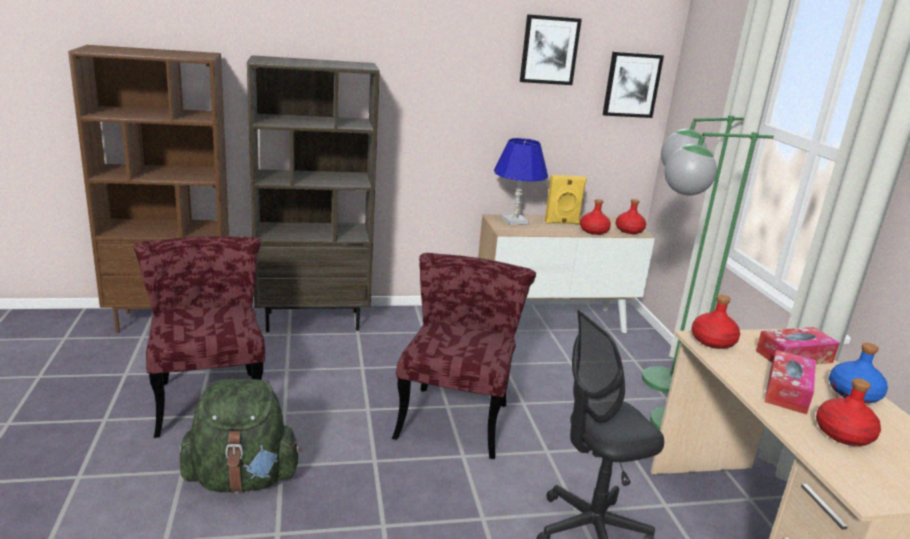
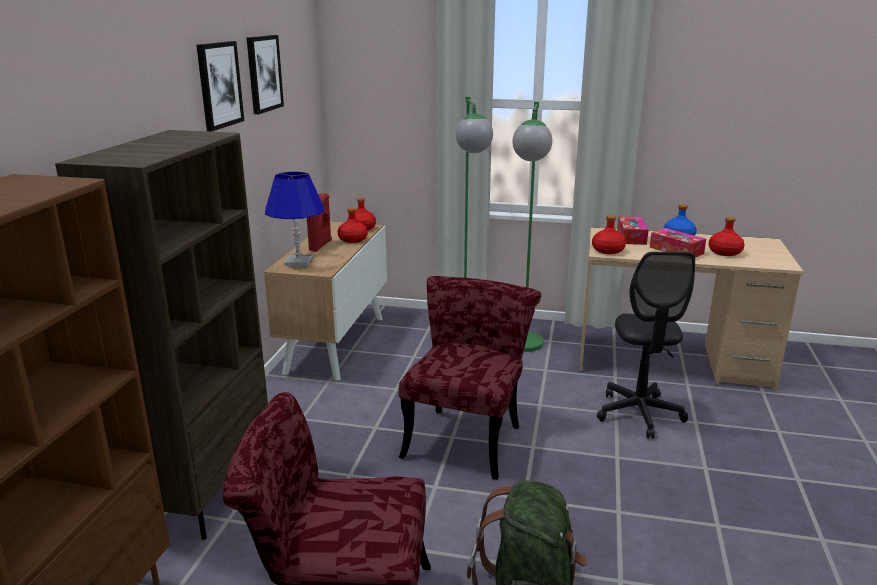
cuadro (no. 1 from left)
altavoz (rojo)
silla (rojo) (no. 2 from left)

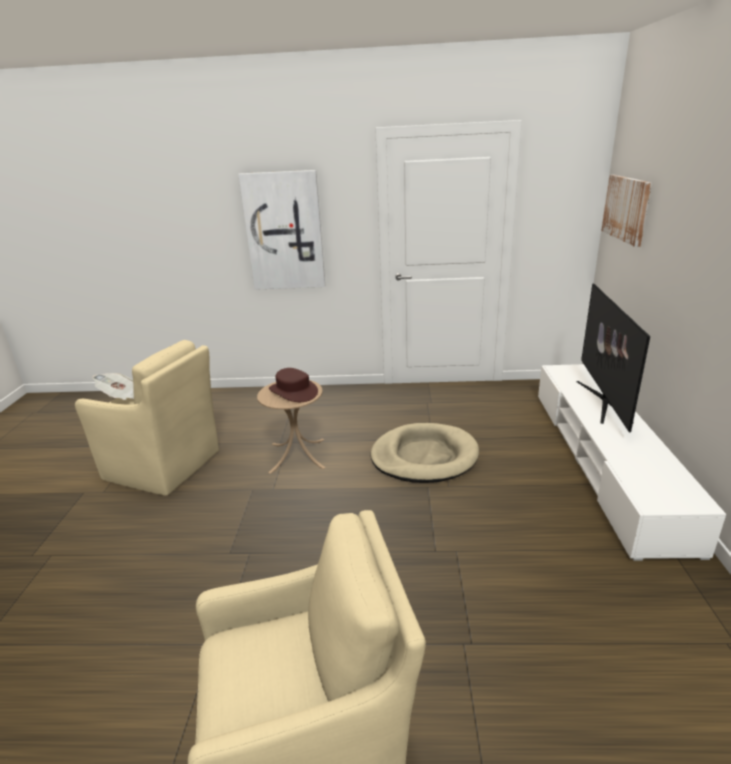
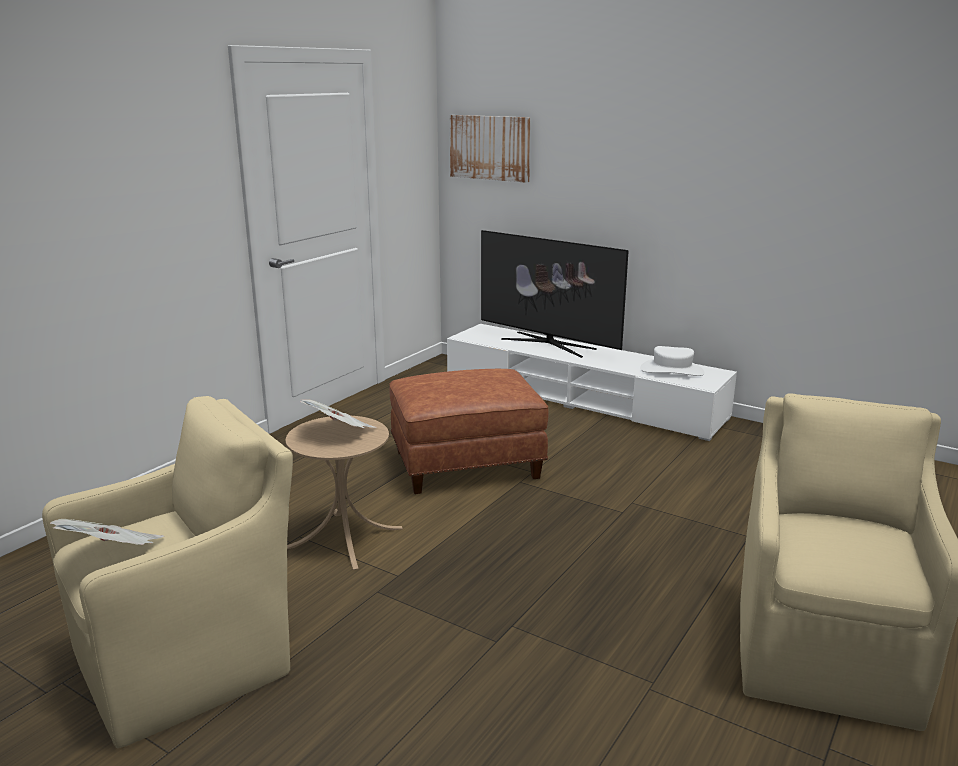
cuadro (no. 1 from left in the first image)
sombrero (blanco)
periódico (no. 2 from left)
puf (marrón)

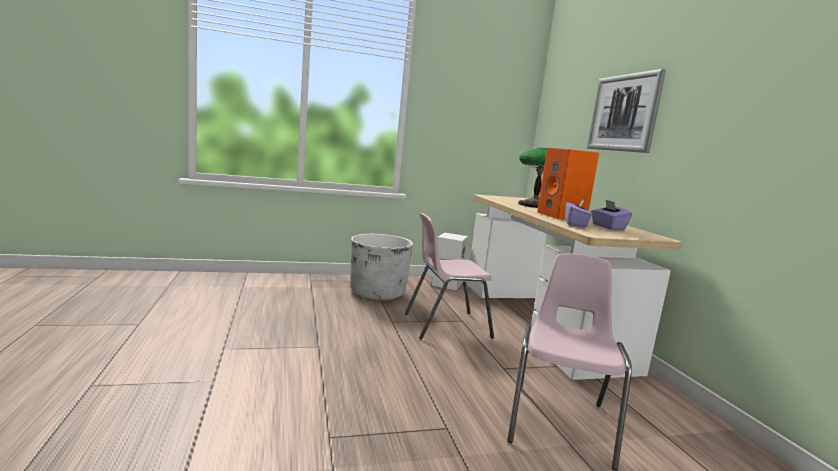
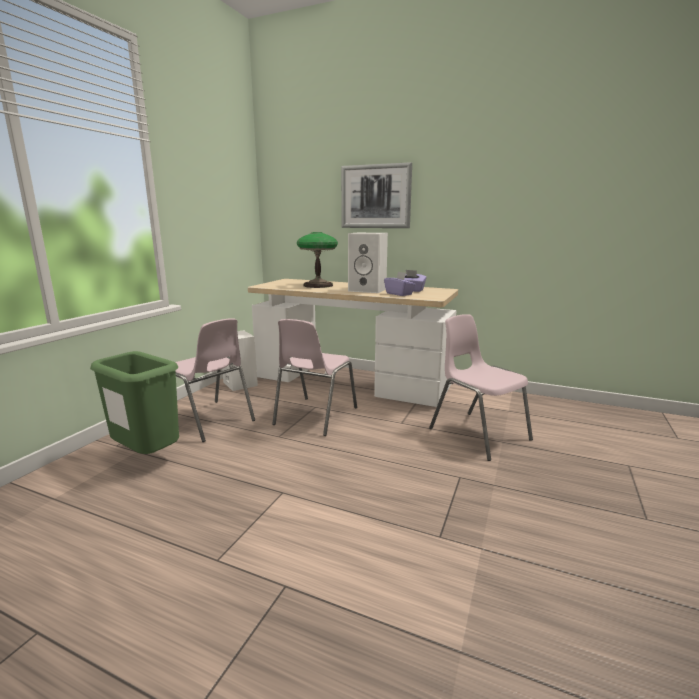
papelera (verde)
silla (rosa) (no. 1 from left)
altavoz (blanco) (no. 2 from left)

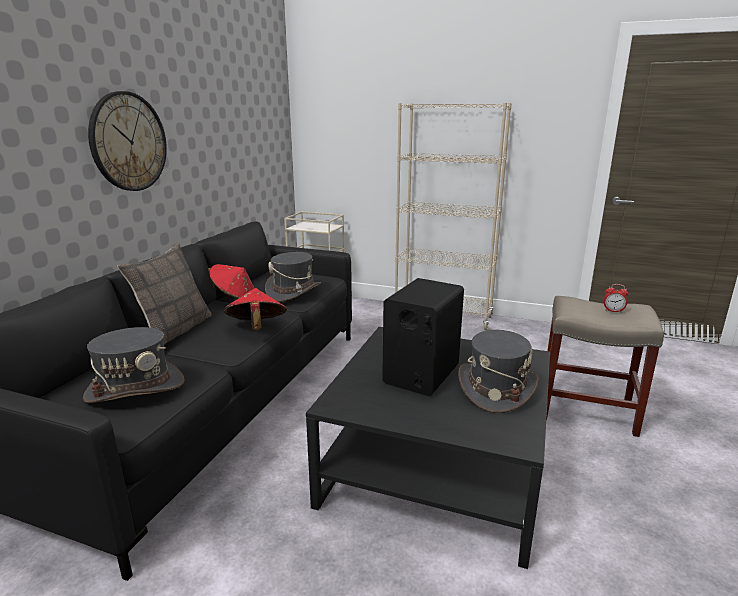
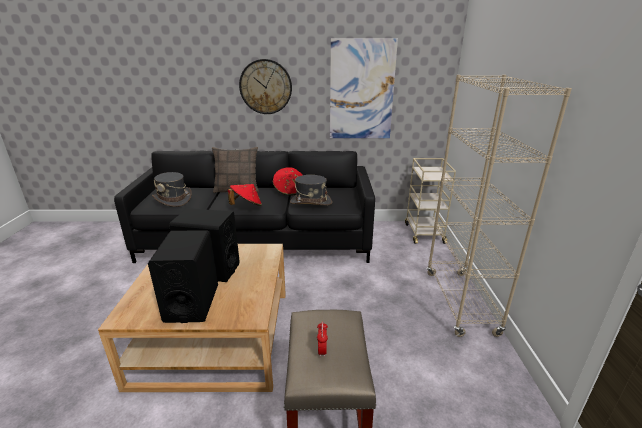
cuadro
altavoz (negro) (no. 1 from left)
mesa de centro (beis)

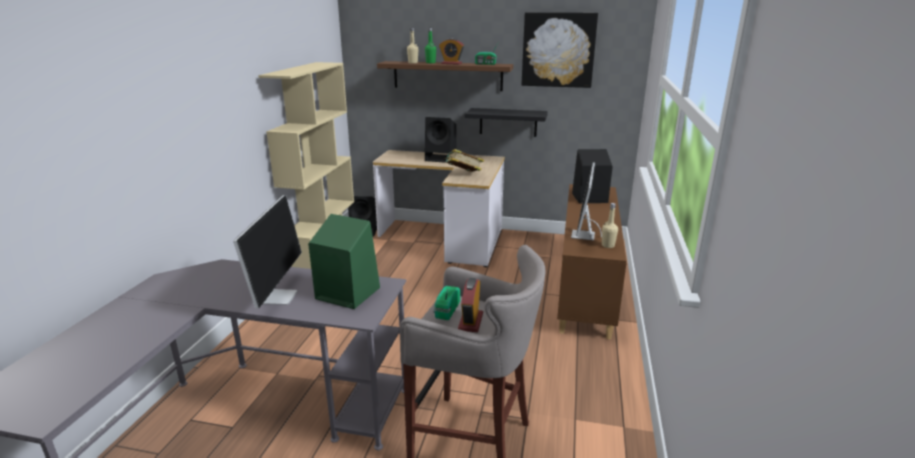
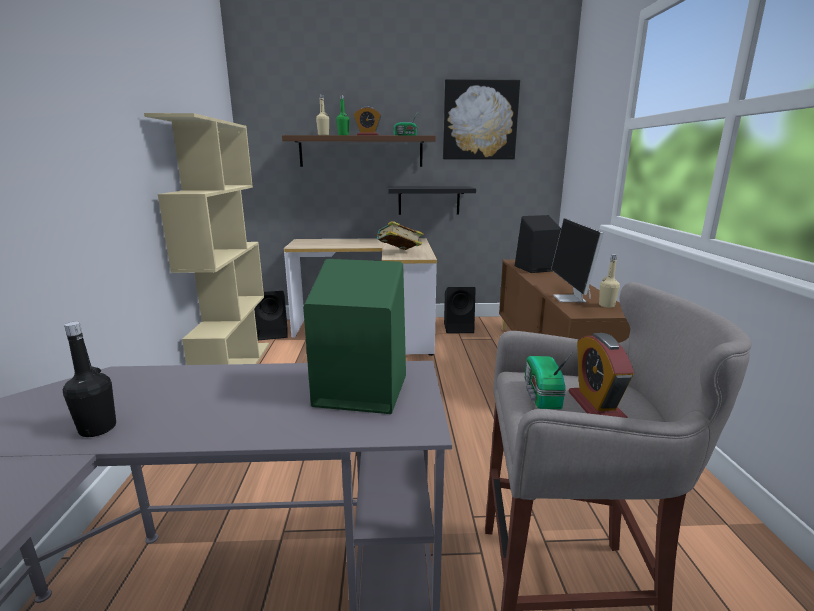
monitor (no. 1 from left in the first image)
botella (negro)
altavoz (negro) (no. 2 from left)

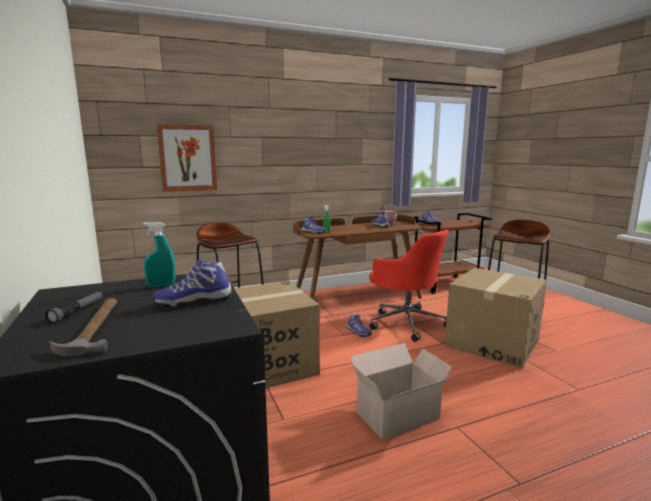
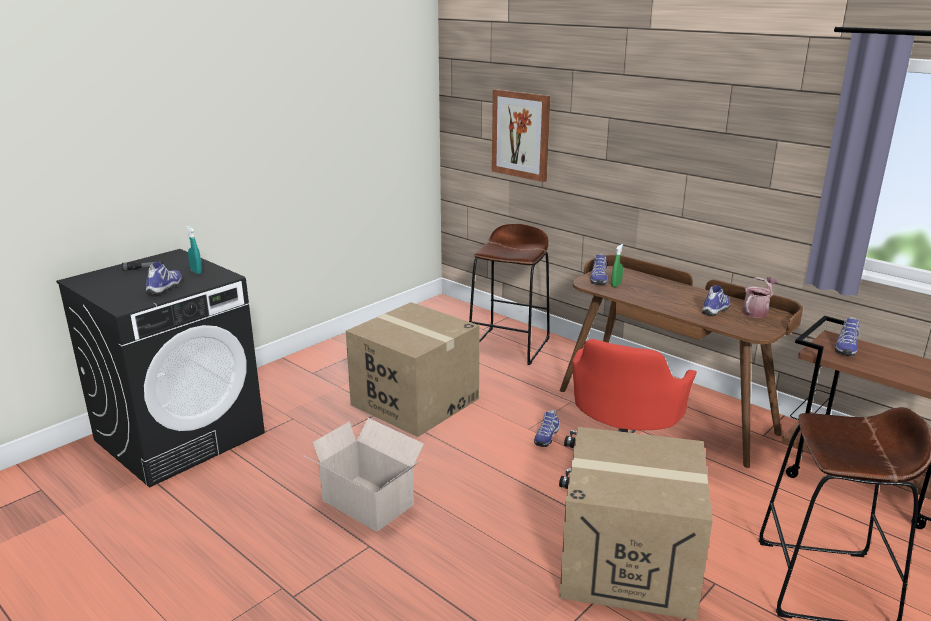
martillo
zapato (no. 1 from left)

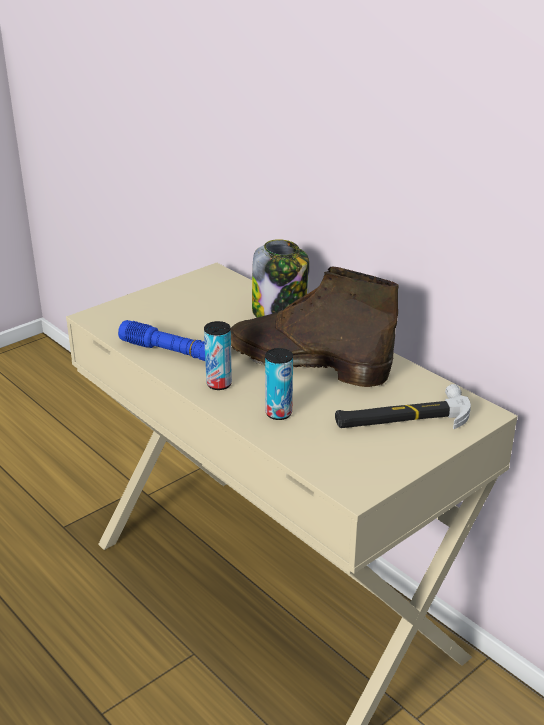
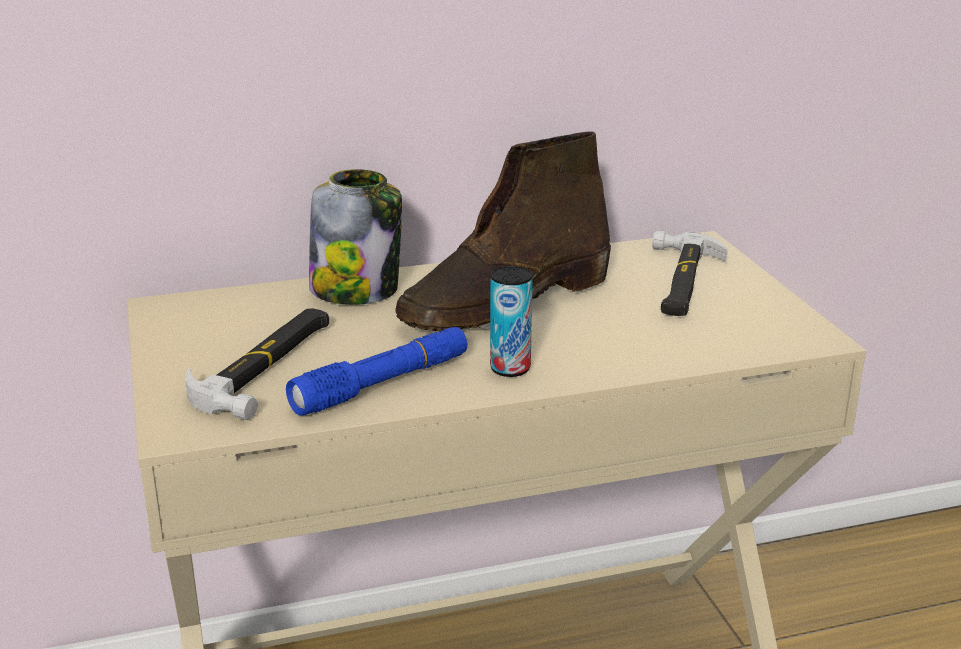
lata (no. 2 from left in the first image)
martillo (no. 1 from left)

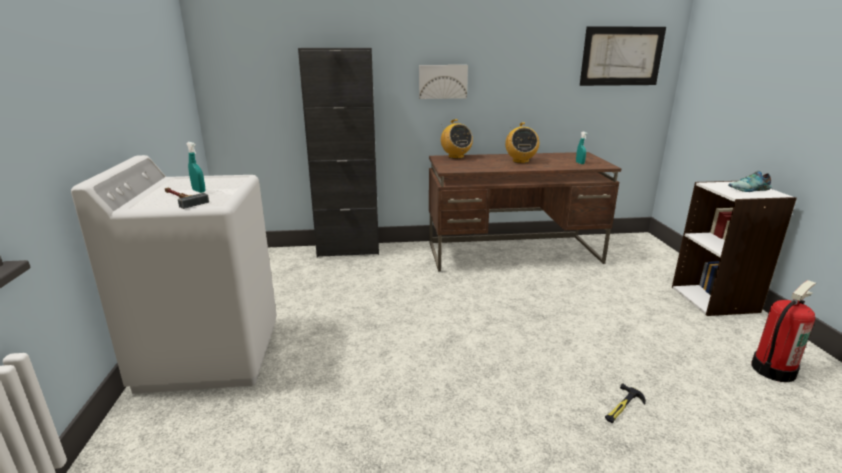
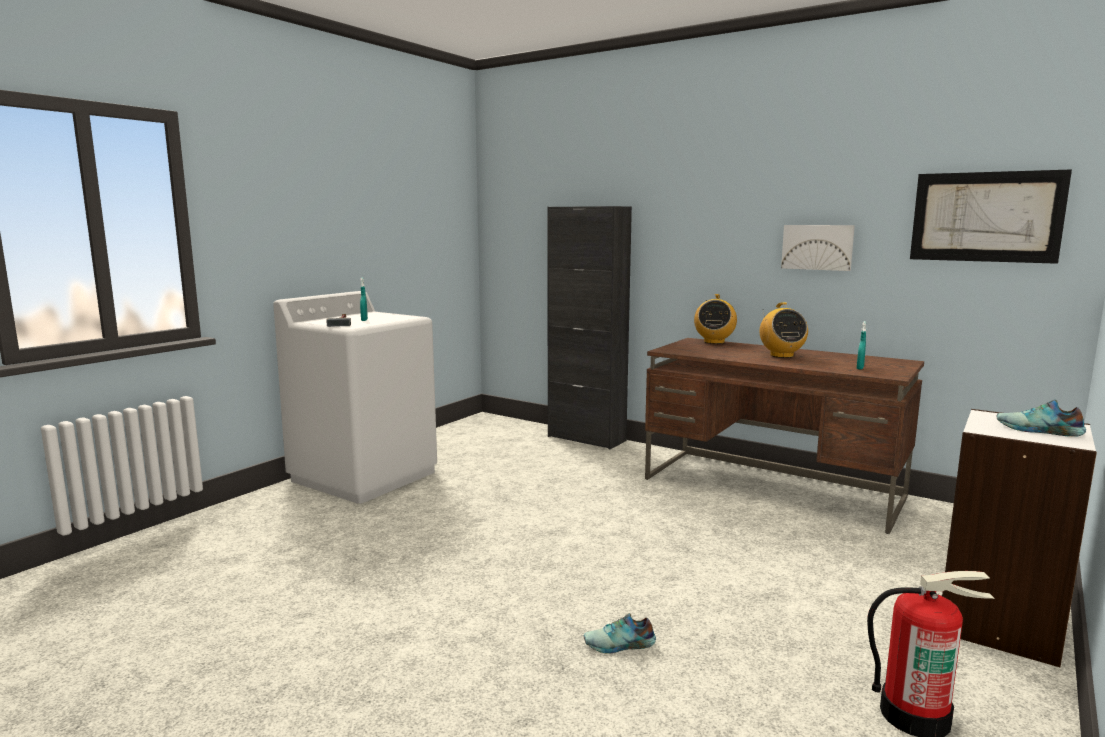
cuadro (no. 1 from left)
zapato (no. 1 from left)
radio (no. 2 from left)

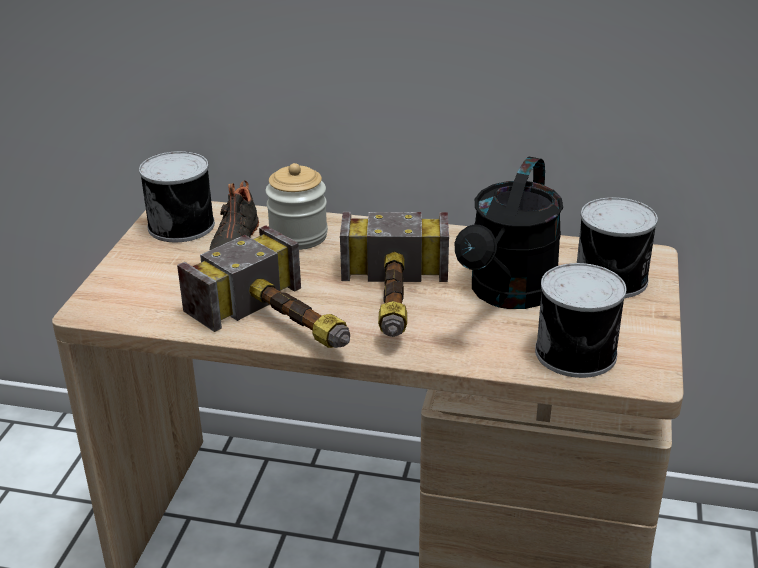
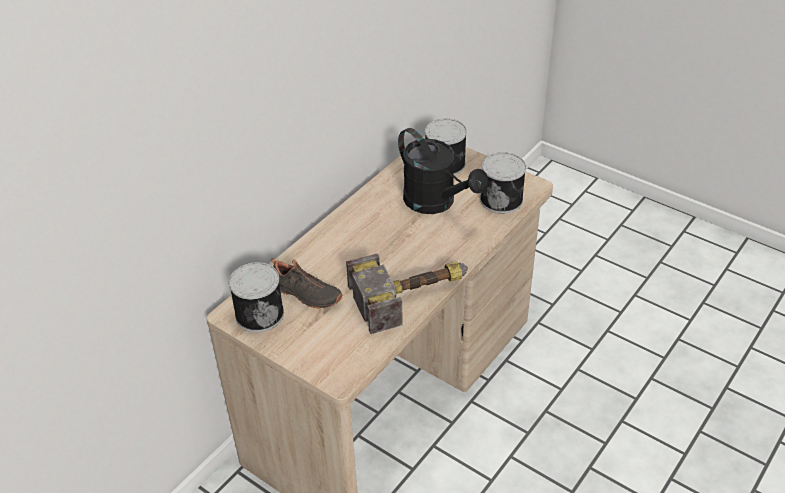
tarro
martillo (no. 2 from left in the first image)

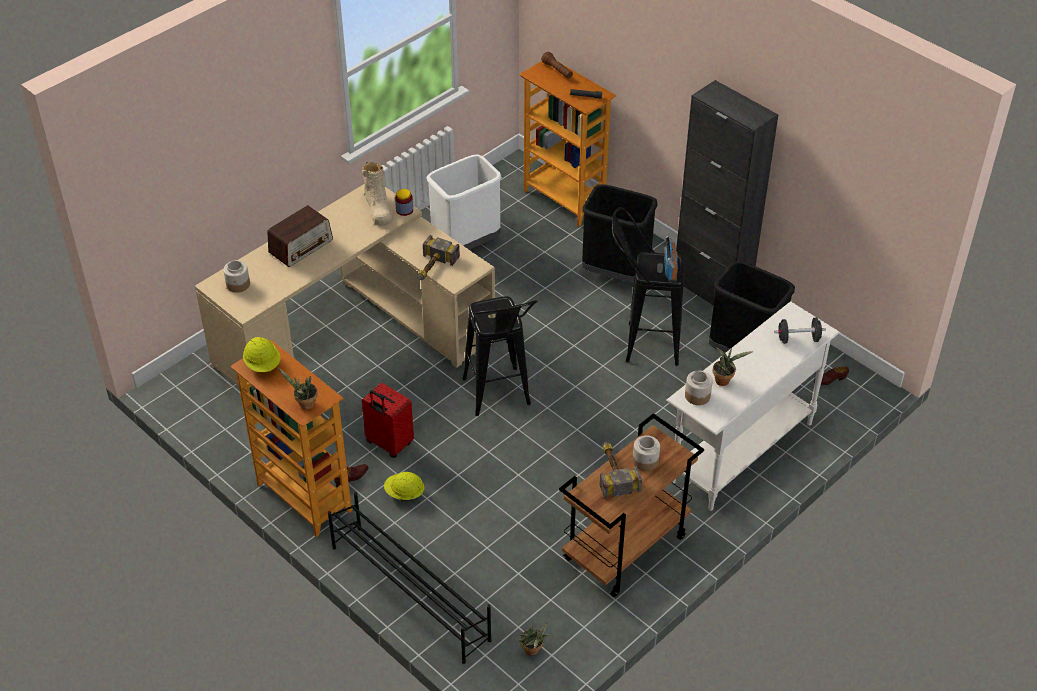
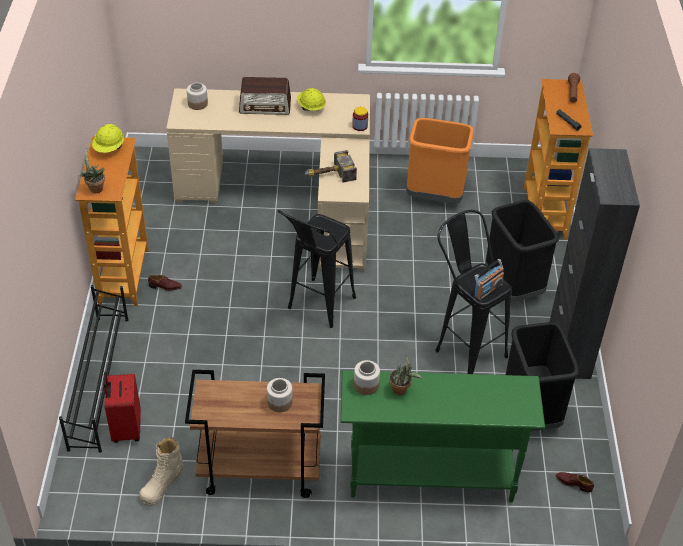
planta en maceta (no. 2 from left in the first image)
martillo (no. 2 from left in the first image)
mancuerna (negro)
bota (beis)
maleta (rojo)
casco (amarillo) (no. 2 from left)
papelera (naranja)
mesa consola (verde)

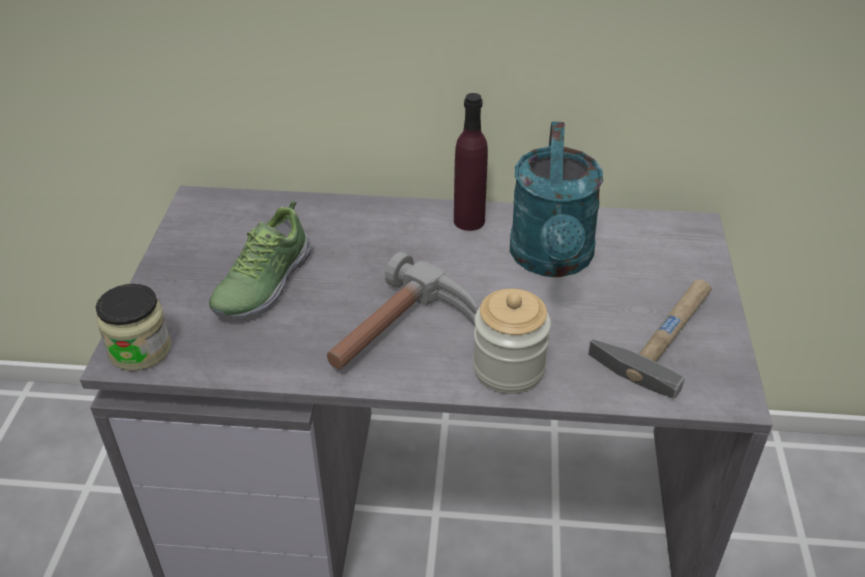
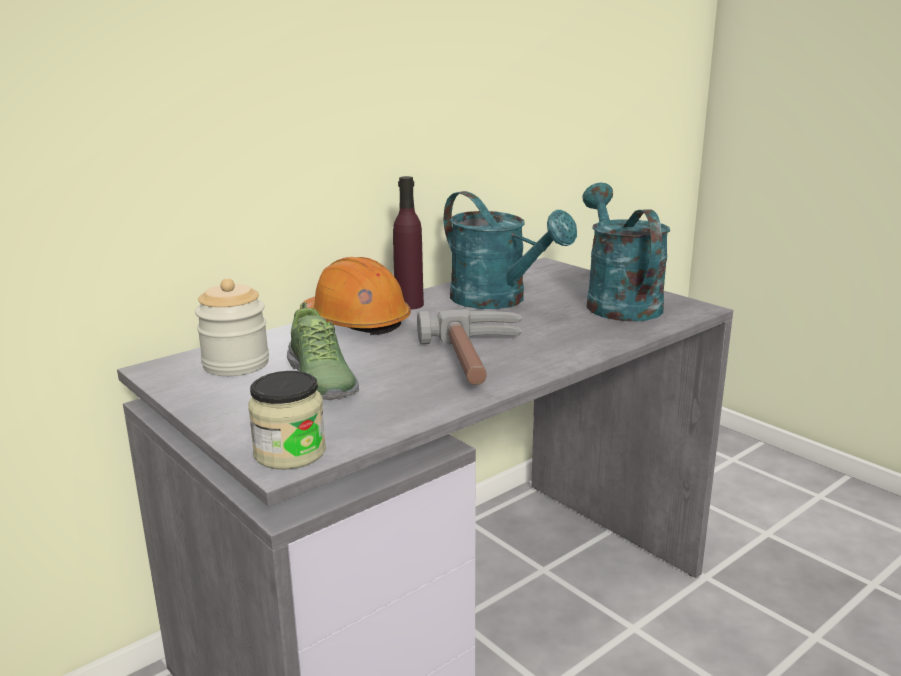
casco (naranja)
tarro (no. 1 from left)
regadera (turquesa) (no. 2 from left)

